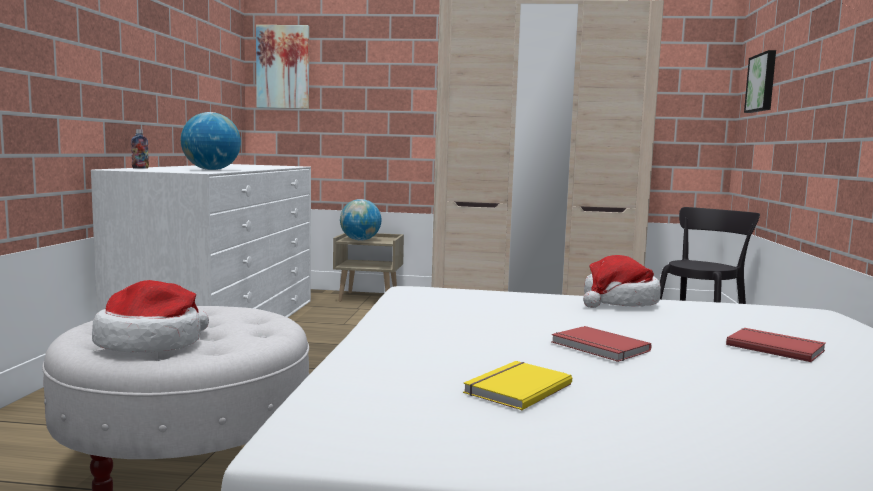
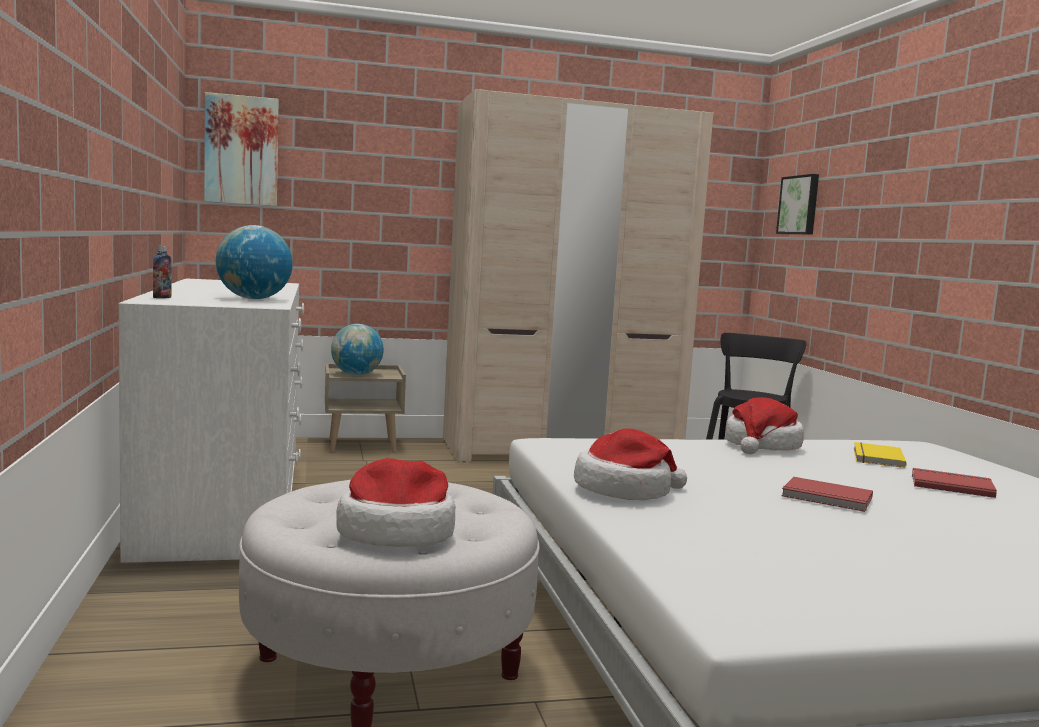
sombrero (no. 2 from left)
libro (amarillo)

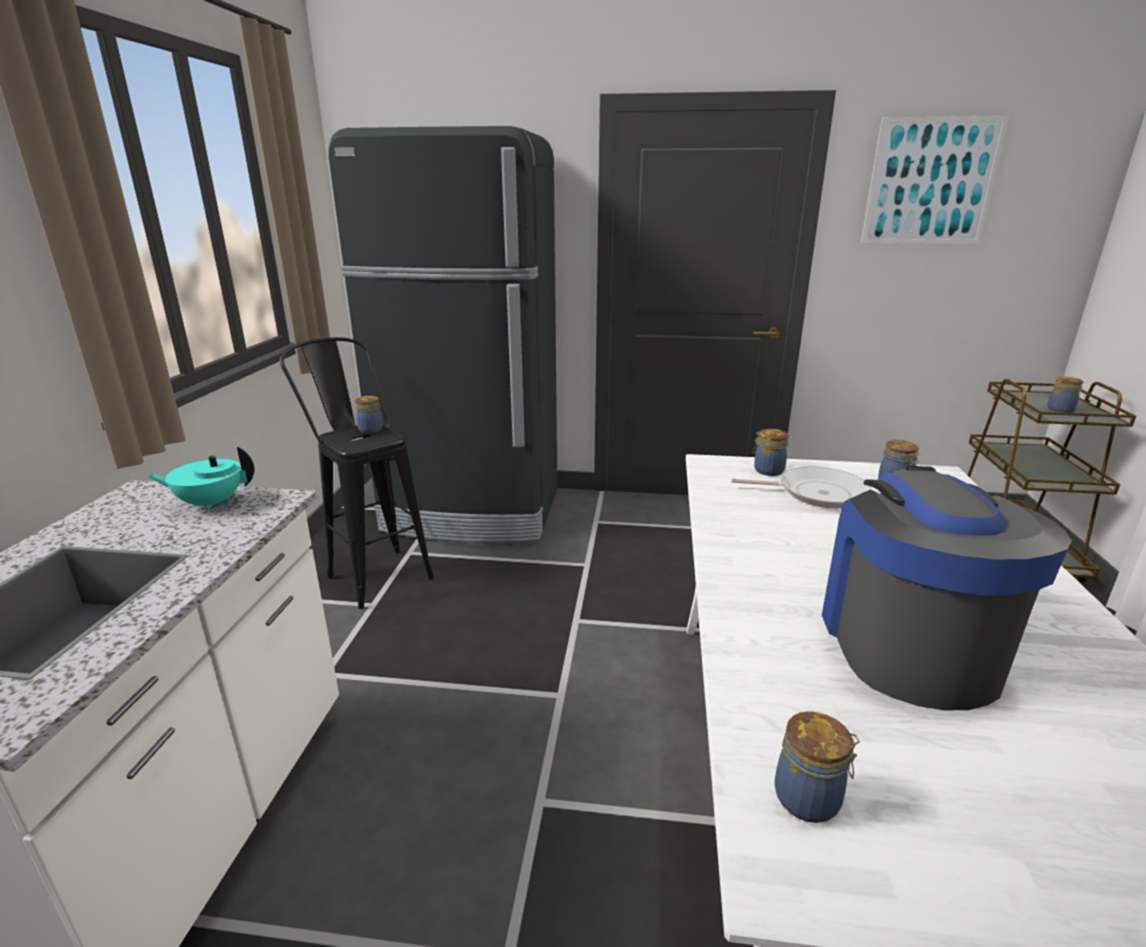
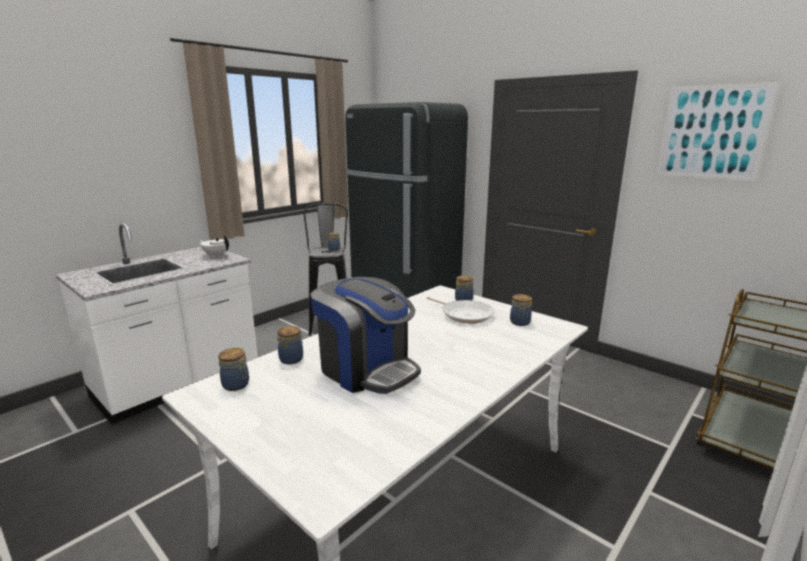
tarro (no. 2 from left)
tetera (blanco)
cafetera

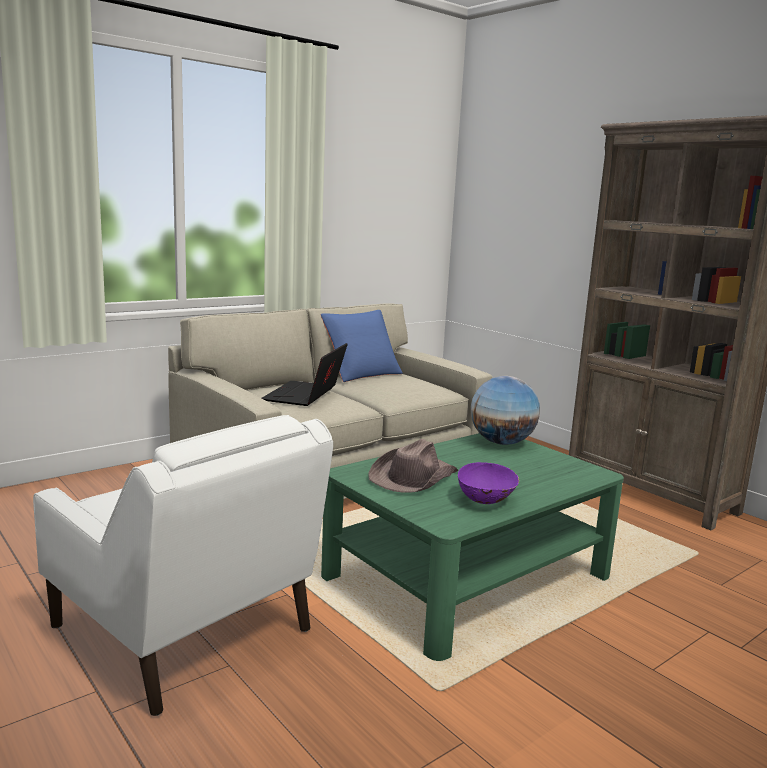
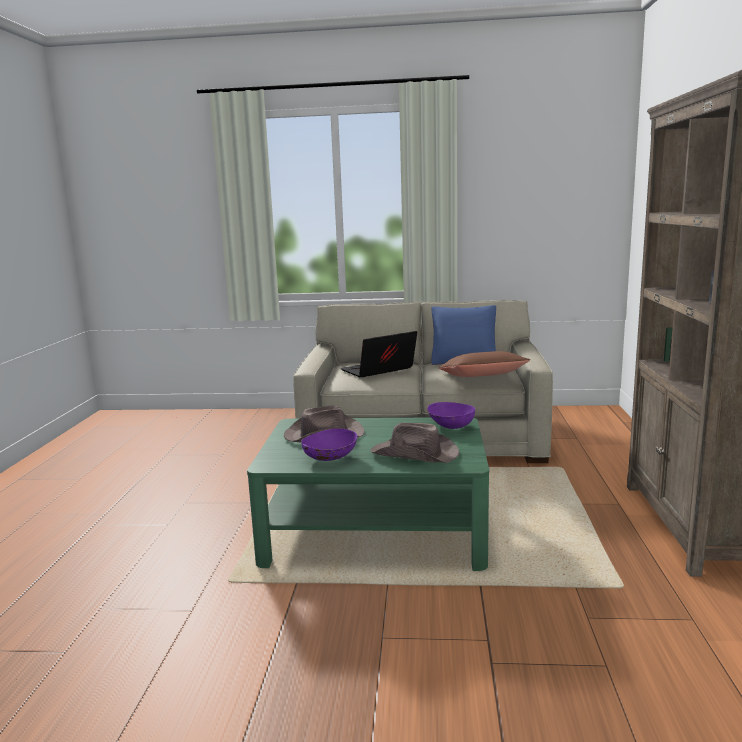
sillón (blanco)
sombrero (marrón) (no. 2 from left)
cojín (marrón)
cuenco (morado) (no. 2 from left)

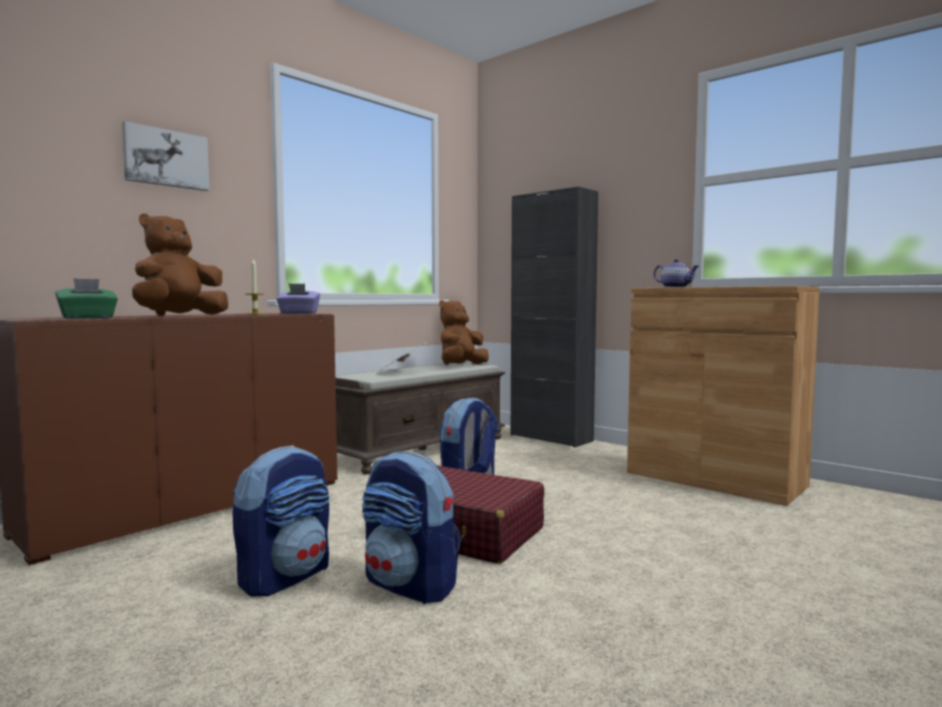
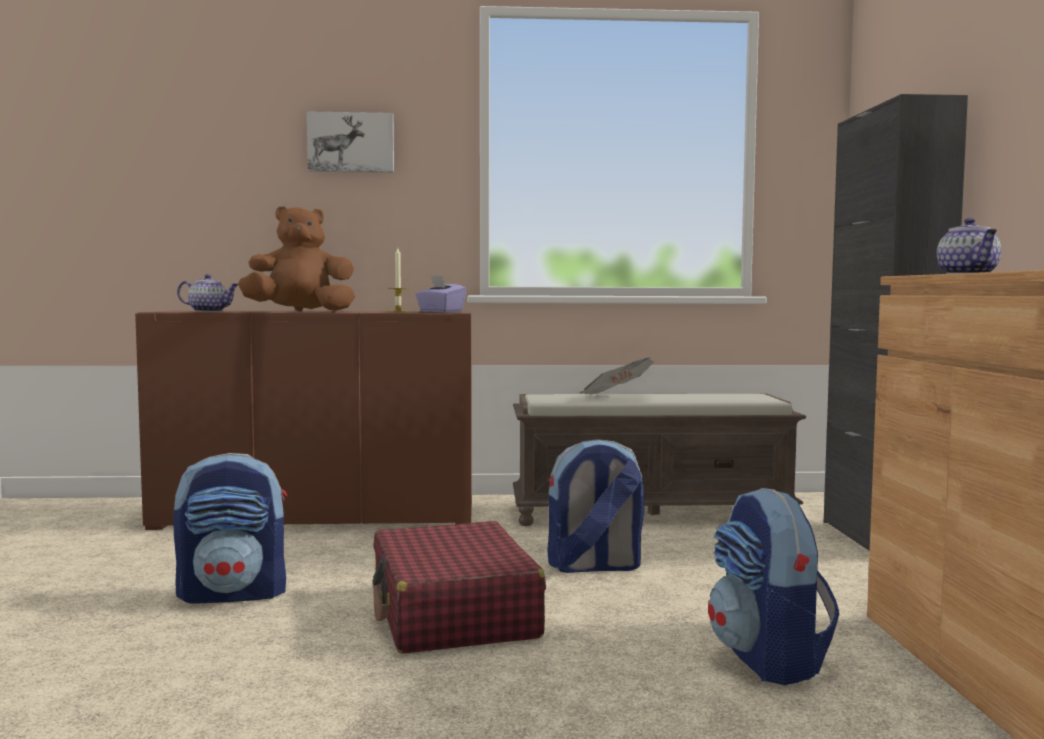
peluche (marrón) (no. 2 from left in the first image)
mochila (no. 3 from left)
tetera (no. 1 from left)

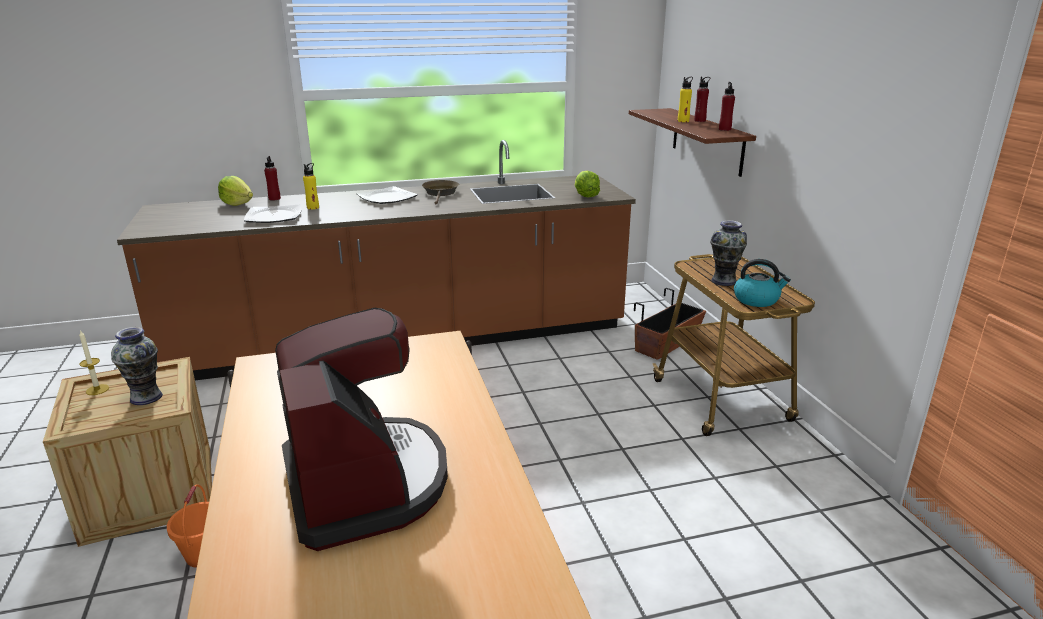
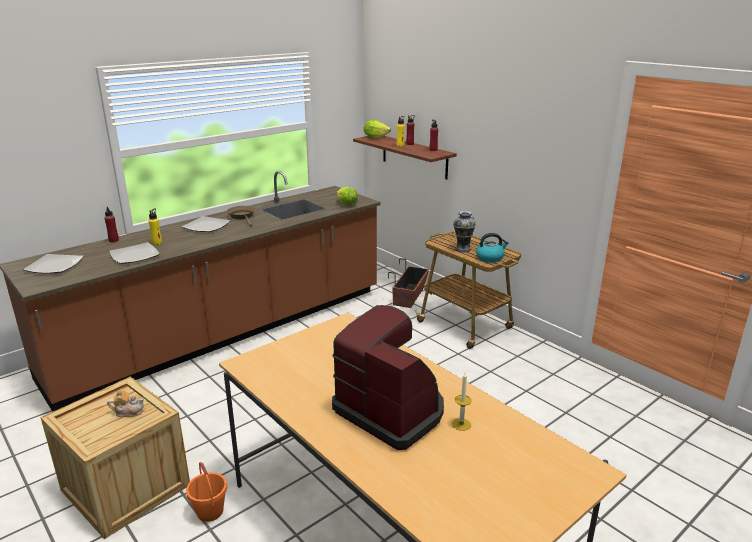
plato (no. 1 from left)
vela
lechuga (no. 2 from left)
tetera

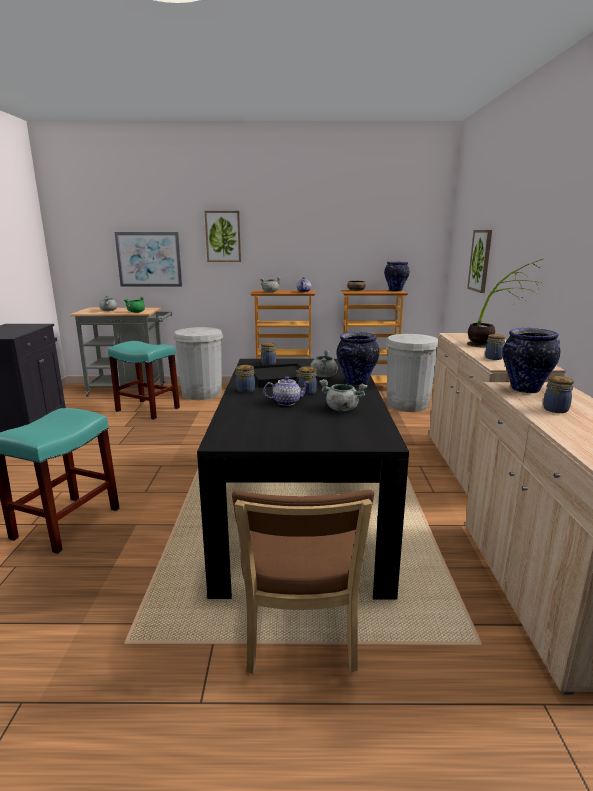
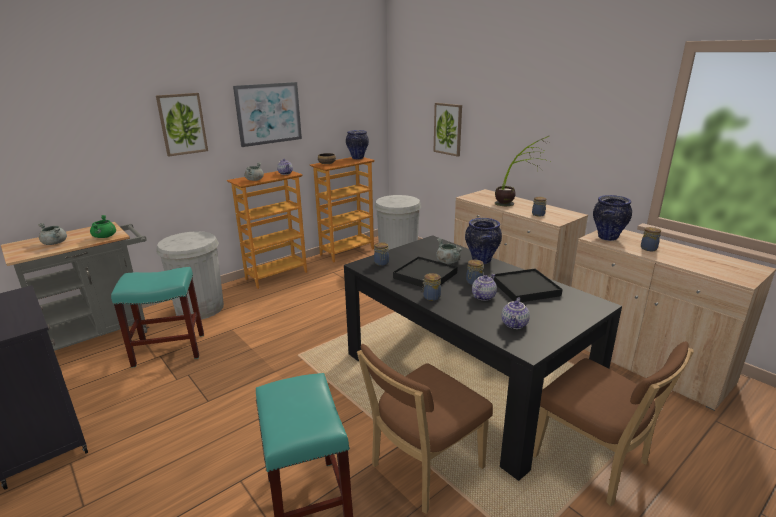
silla (marrón) (no. 1 from left)
tetera (no. 3 from left)
cuadro (no. 2 from left)
bandeja (negro) (no. 2 from left)

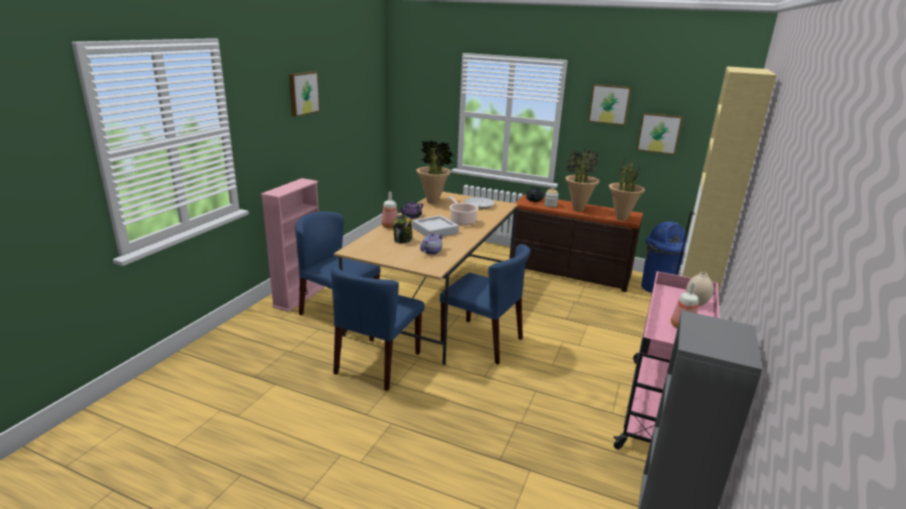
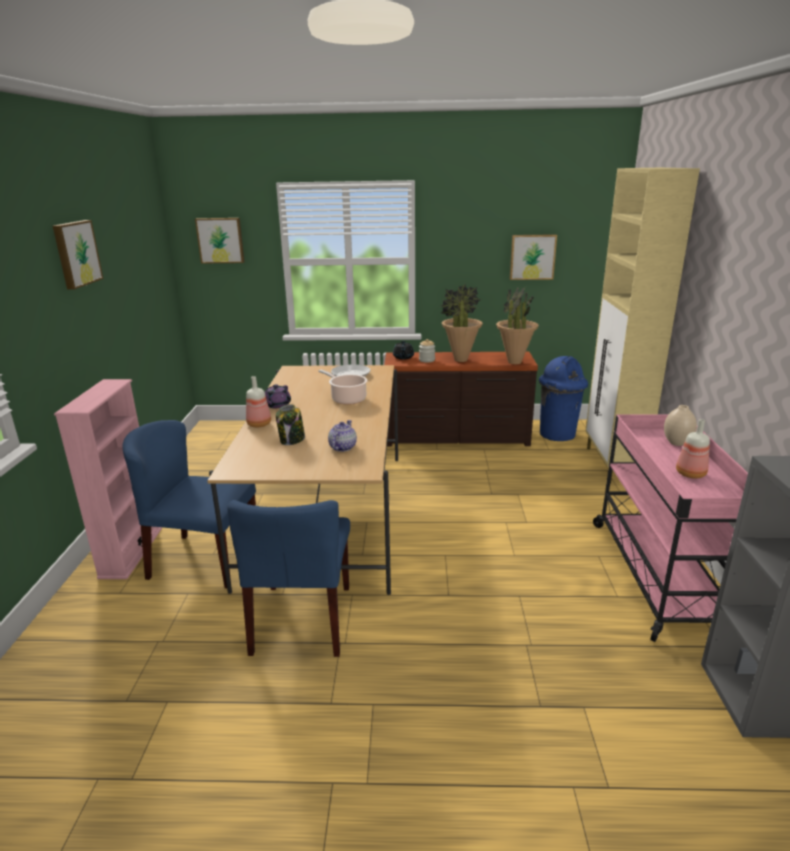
bandeja (gris)
planta en maceta (no. 1 from left in the first image)
silla (azul) (no. 3 from left in the first image)
cuadro (no. 2 from left)

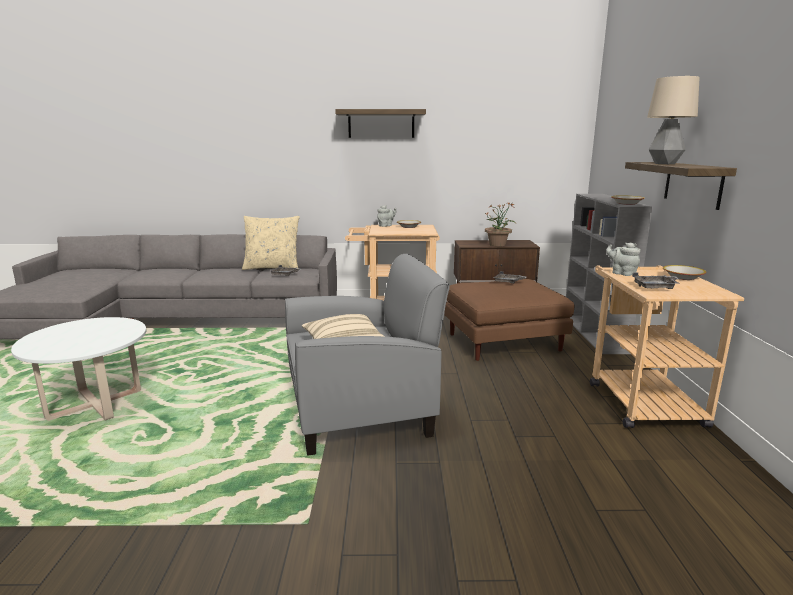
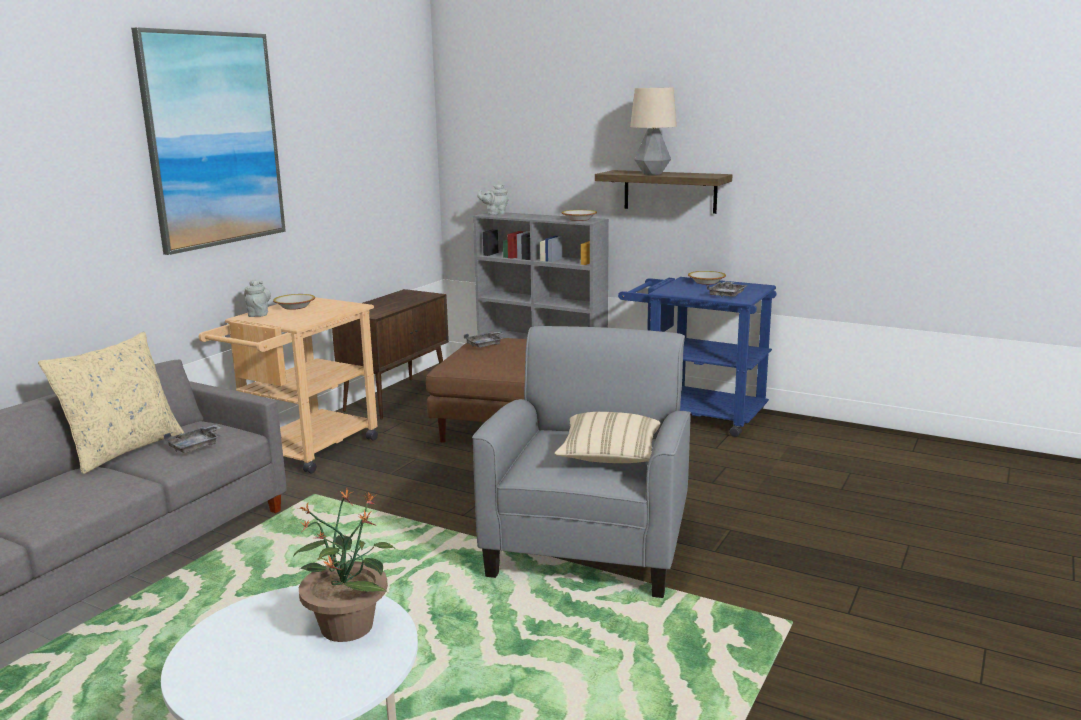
planta en maceta
tetera (gris) (no. 2 from left)
cuadro
carrito (azul)

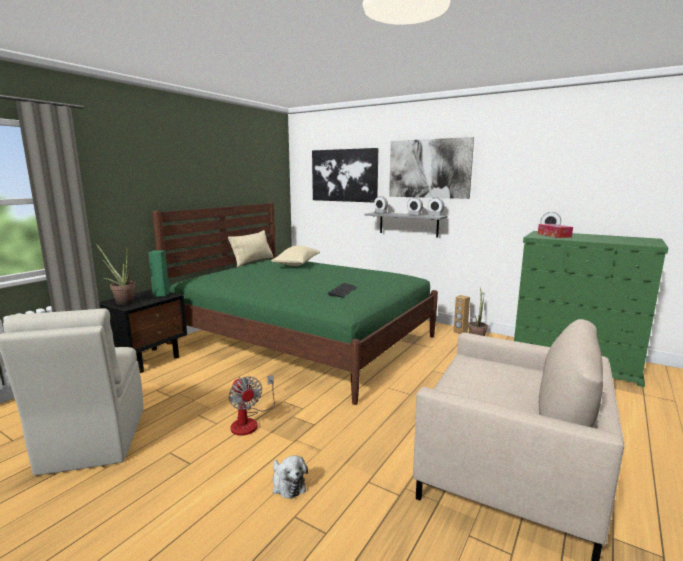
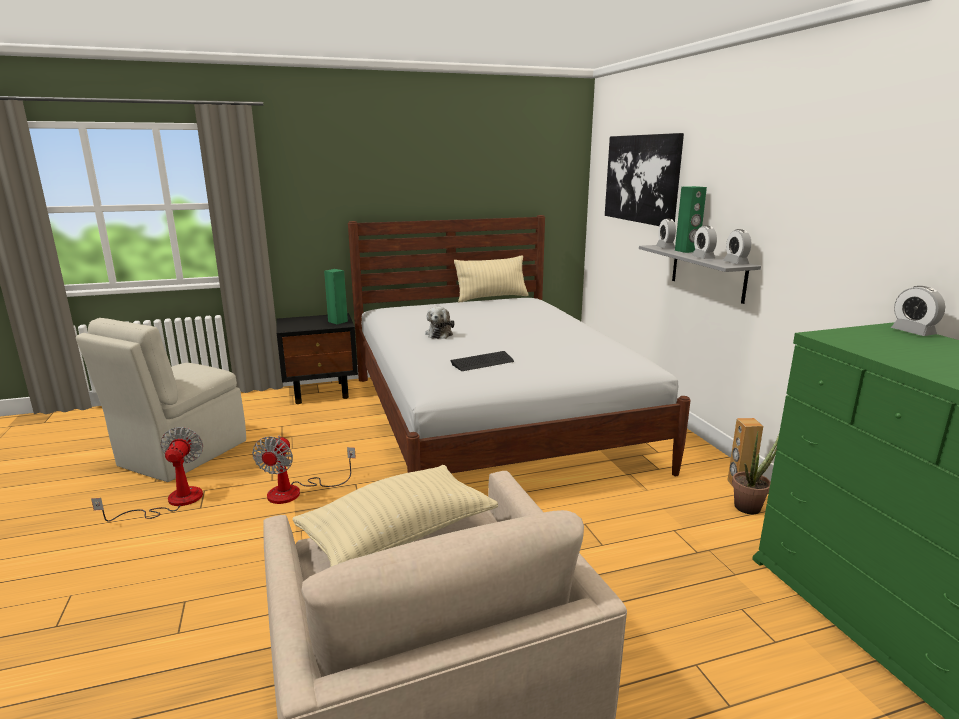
planta en maceta (no. 1 from left in the first image)
cuadro (no. 2 from left in the first image)
caja de pañuelos
ventilador (no. 1 from left)
altavoz (verde) (no. 2 from left)
cojín (beis) (no. 1 from left)
peluche
cama (blanco)

